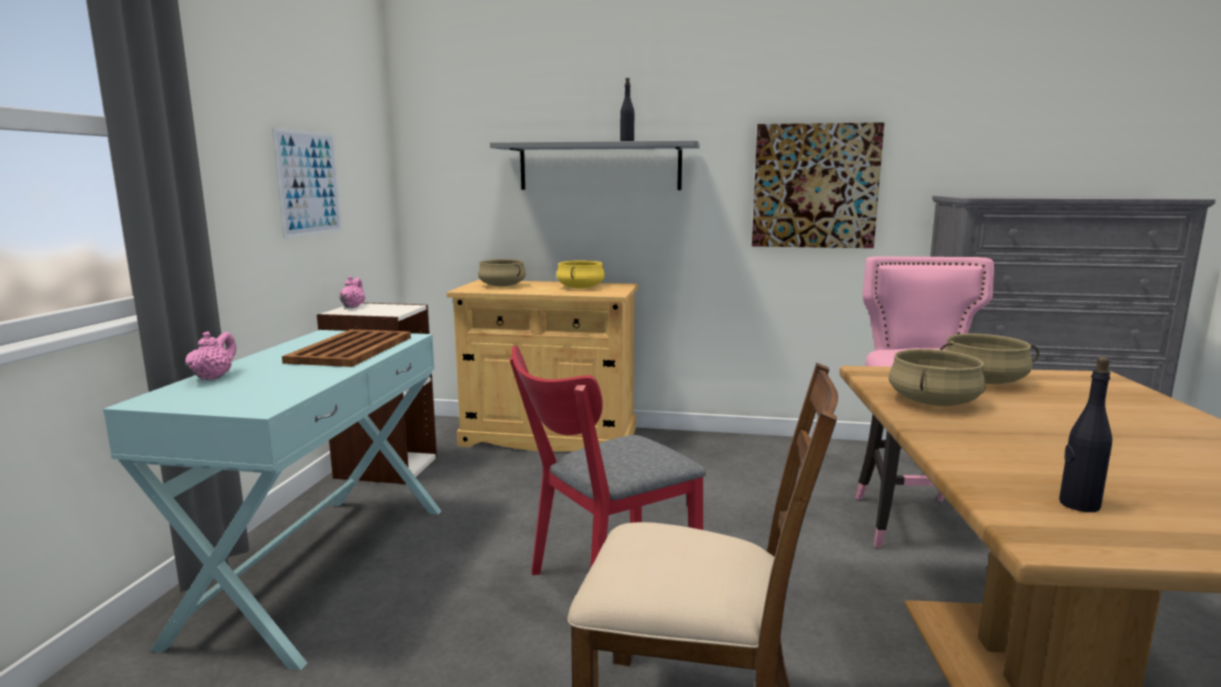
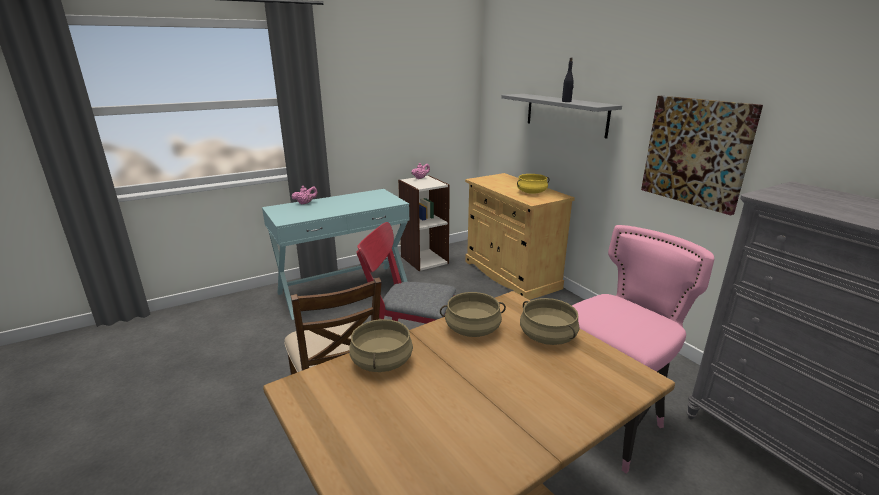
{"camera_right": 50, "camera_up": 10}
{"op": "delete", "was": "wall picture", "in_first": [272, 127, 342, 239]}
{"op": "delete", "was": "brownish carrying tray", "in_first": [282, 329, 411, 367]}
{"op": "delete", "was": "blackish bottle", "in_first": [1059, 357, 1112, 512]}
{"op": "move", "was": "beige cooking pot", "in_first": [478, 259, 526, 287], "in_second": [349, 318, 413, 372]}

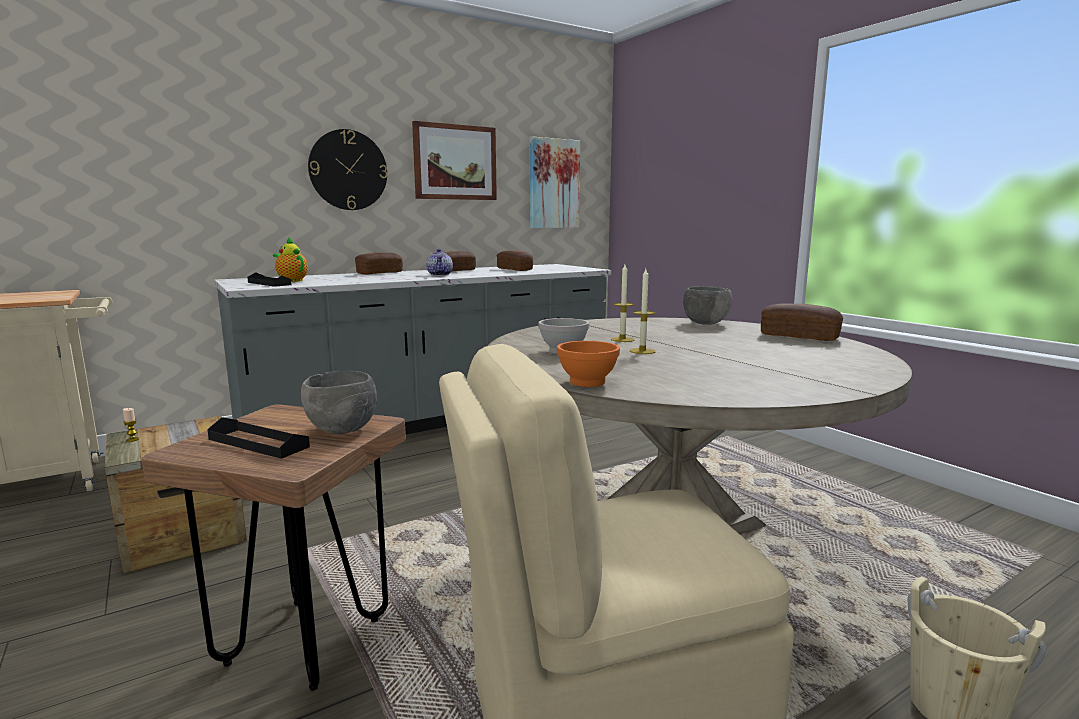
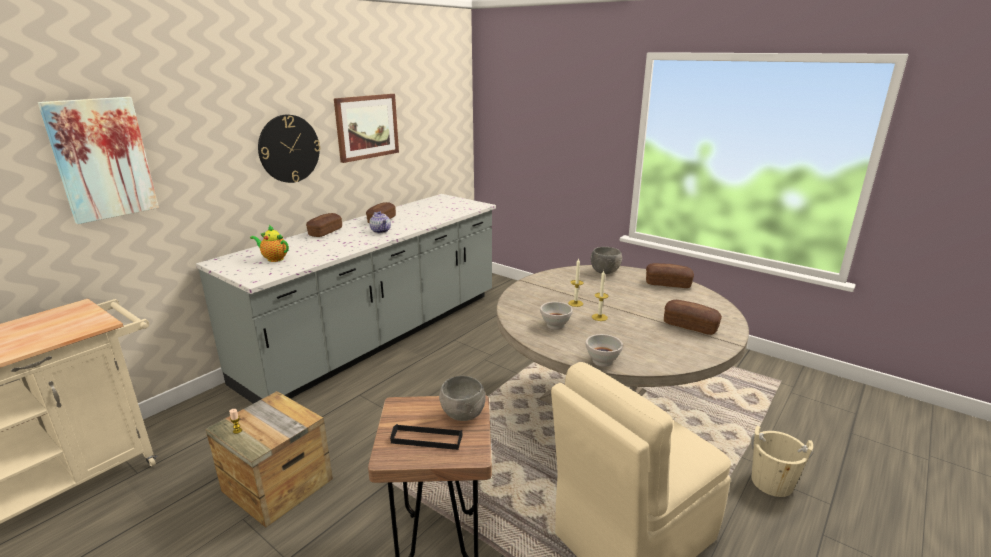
{"camera_right": -20, "camera_up": 10}
{"op": "delete", "was": "blackish carrying tray", "in_first": [247, 272, 292, 287]}
{"op": "move", "was": "bakery bread", "in_first": [497, 250, 533, 271], "in_second": [664, 300, 722, 335]}
{"op": "move", "was": "wall picture", "in_first": [530, 136, 580, 228], "in_second": [38, 97, 159, 224]}
{"op": "recolor", "was": "orange-coloured bowl", "now": "white bowl", "in_first": [557, 341, 620, 387], "in_second": [586, 334, 623, 367]}

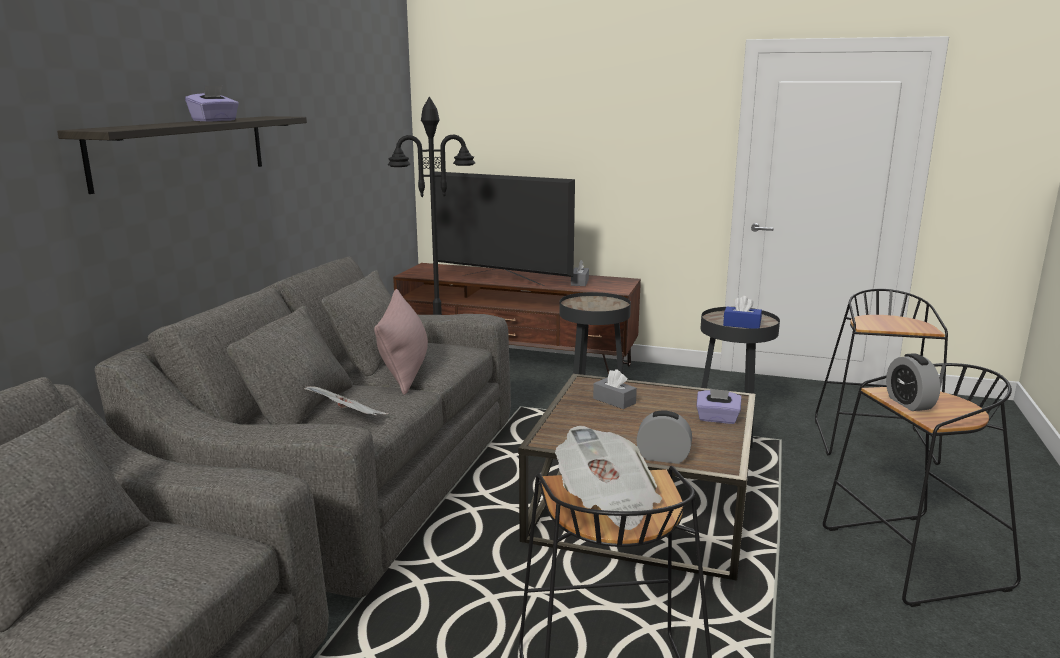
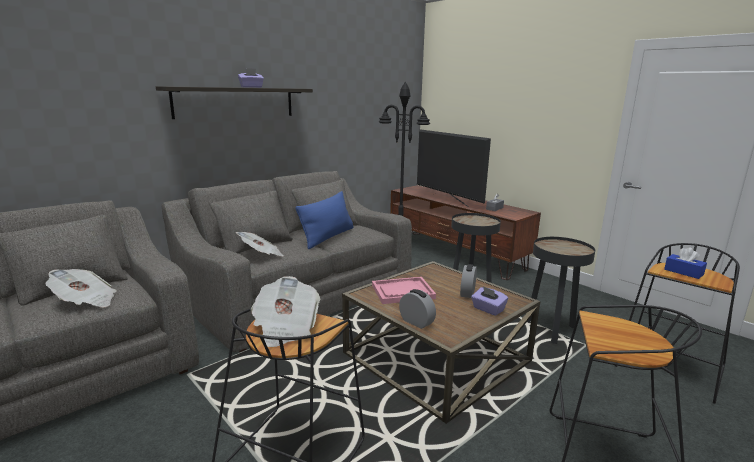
{"camera_right": 30, "camera_up": 0}
{"op": "delete", "was": "gray box of tissues", "in_first": [593, 369, 637, 409]}
{"op": "insert", "now": "printed paper", "in_second": [45, 269, 117, 307]}
{"op": "insert", "now": "pink carrying tray", "in_second": [372, 277, 436, 304]}
{"op": "move", "was": "bluish box of tissues", "in_first": [723, 296, 762, 329], "in_second": [664, 248, 707, 279]}
{"op": "move", "was": "table clock", "in_first": [886, 353, 940, 411], "in_second": [460, 264, 477, 298]}
{"op": "recolor", "was": "pink pillow", "now": "bluish pillow", "in_first": [374, 289, 428, 395], "in_second": [295, 191, 354, 249]}

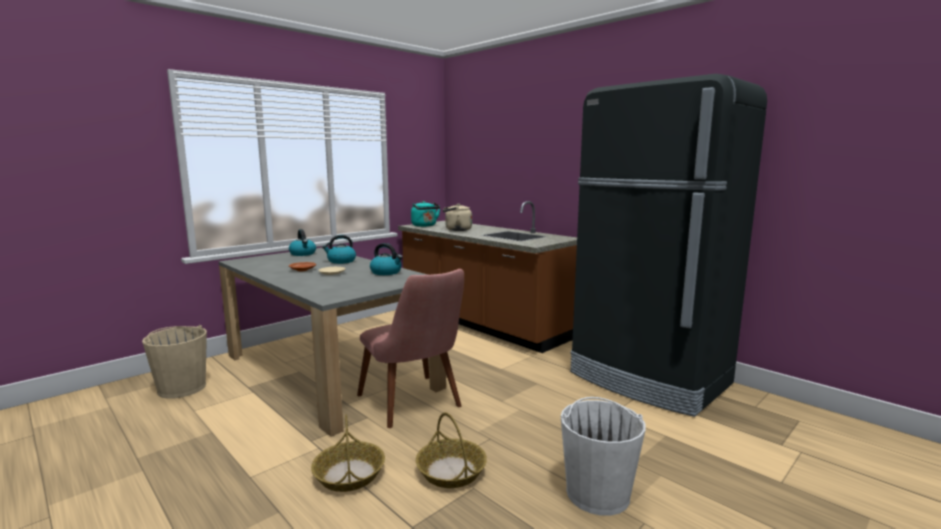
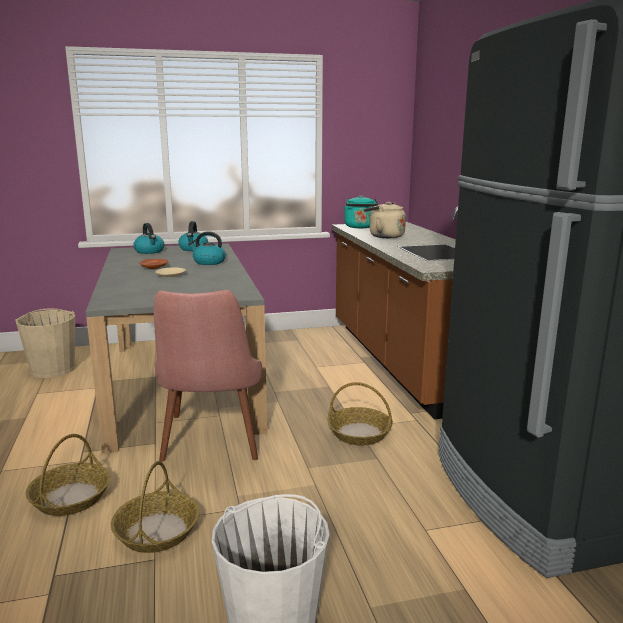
{"camera_right": 30, "camera_up": 5}
{"op": "insert", "now": "basket", "in_second": [328, 382, 393, 446]}
{"op": "move", "was": "water kettle", "in_first": [370, 243, 402, 275], "in_second": [133, 223, 164, 254]}

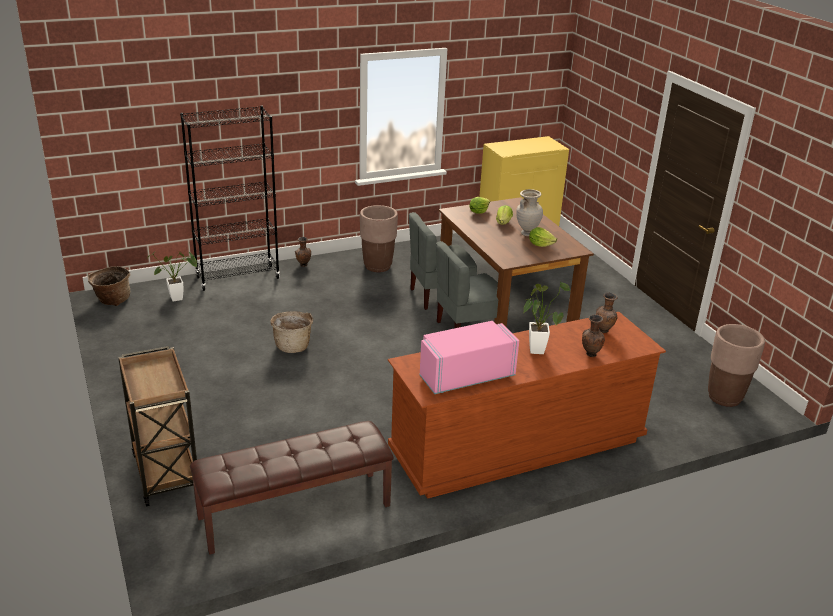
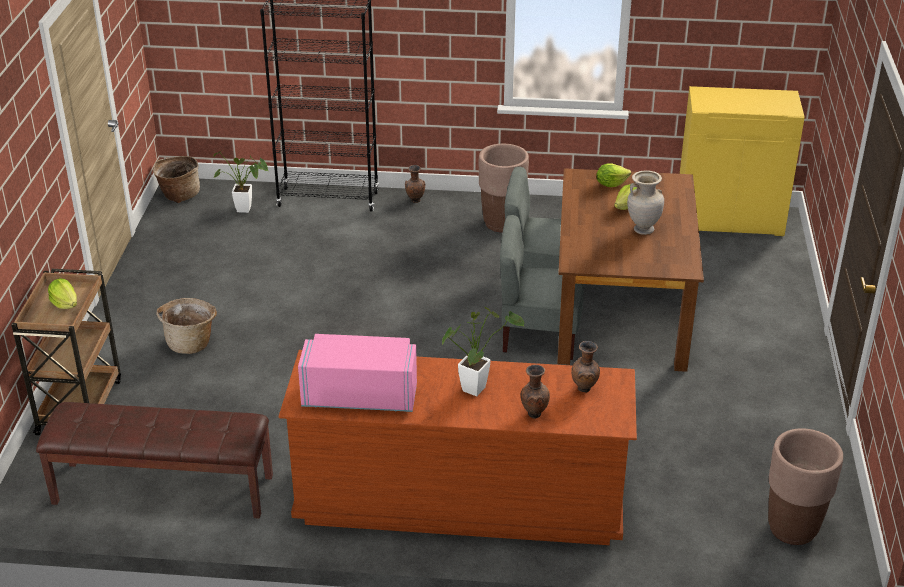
{"camera_right": 30, "camera_up": 5}
{"op": "move", "was": "basket", "in_first": [270, 311, 313, 353], "in_second": [156, 298, 217, 354]}
{"op": "move", "was": "lettuce", "in_first": [529, 227, 557, 247], "in_second": [48, 278, 77, 309]}

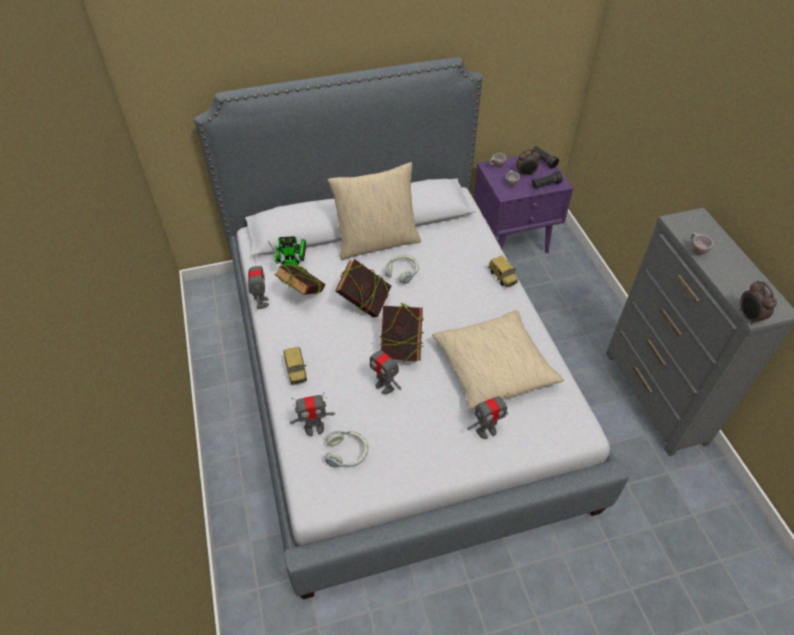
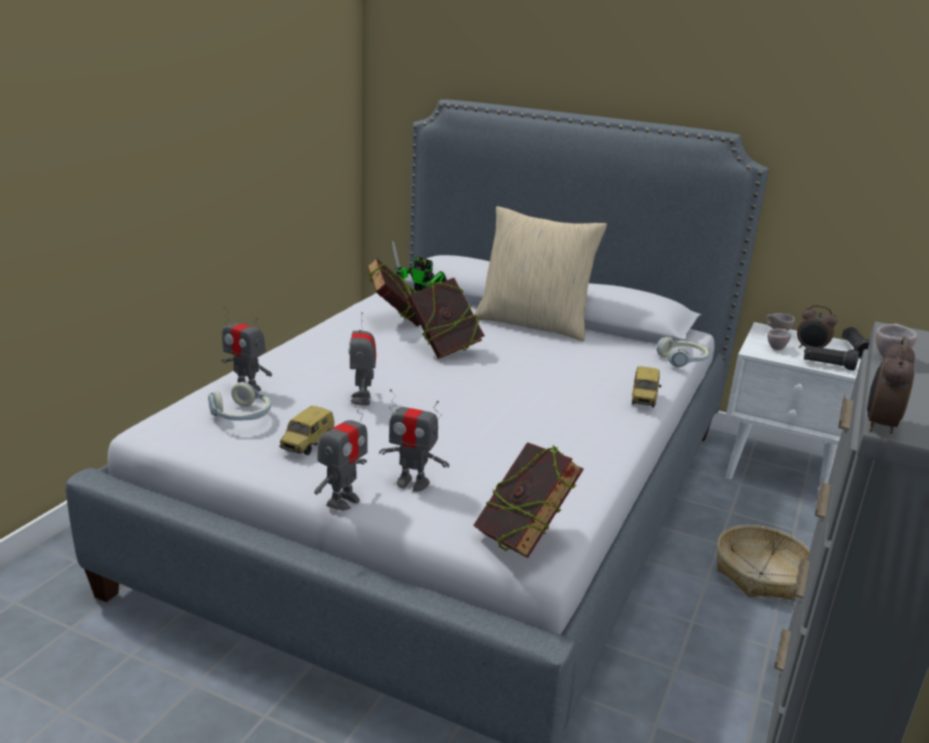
{"camera_right": 40, "camera_up": -25}
{"op": "delete", "was": "beige pillow", "in_first": [432, 310, 564, 411]}
{"op": "insert", "now": "basket", "in_second": [717, 525, 810, 600]}
{"op": "move", "was": "toy robot", "in_first": [248, 257, 269, 309], "in_second": [314, 402, 367, 511]}
{"op": "move", "was": "model car", "in_first": [284, 347, 307, 384], "in_second": [279, 406, 334, 455]}
{"op": "move", "was": "bound book", "in_first": [380, 303, 424, 362], "in_second": [473, 442, 584, 558]}
{"op": "move", "was": "pair of headphones", "in_first": [385, 255, 419, 284], "in_second": [656, 337, 710, 368]}
{"op": "recolor", "was": "purple-coloured bedside table", "now": "white bedside table", "in_first": [474, 151, 573, 253], "in_second": [726, 322, 861, 490]}

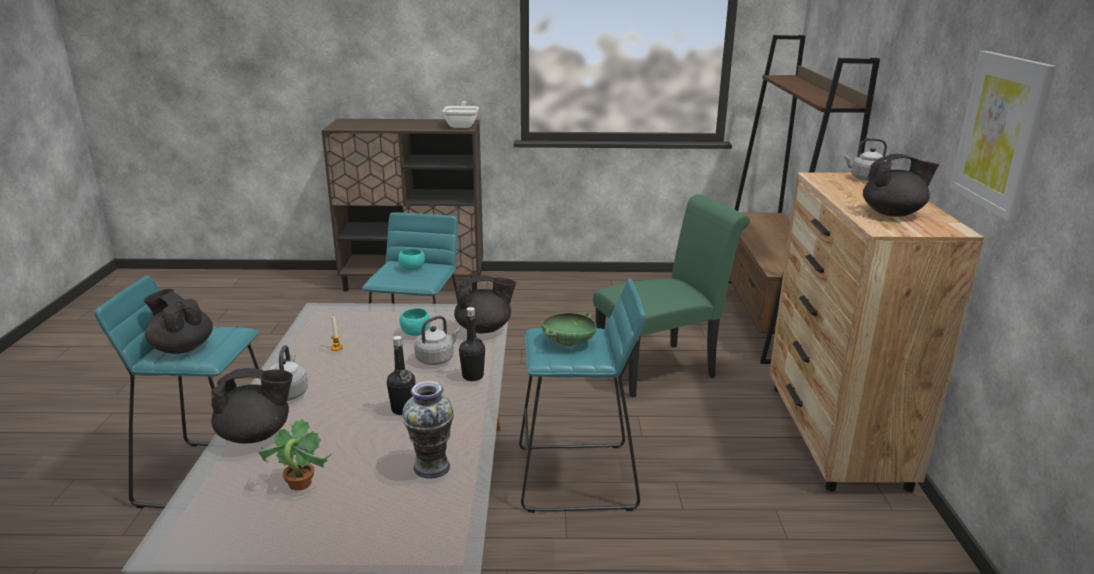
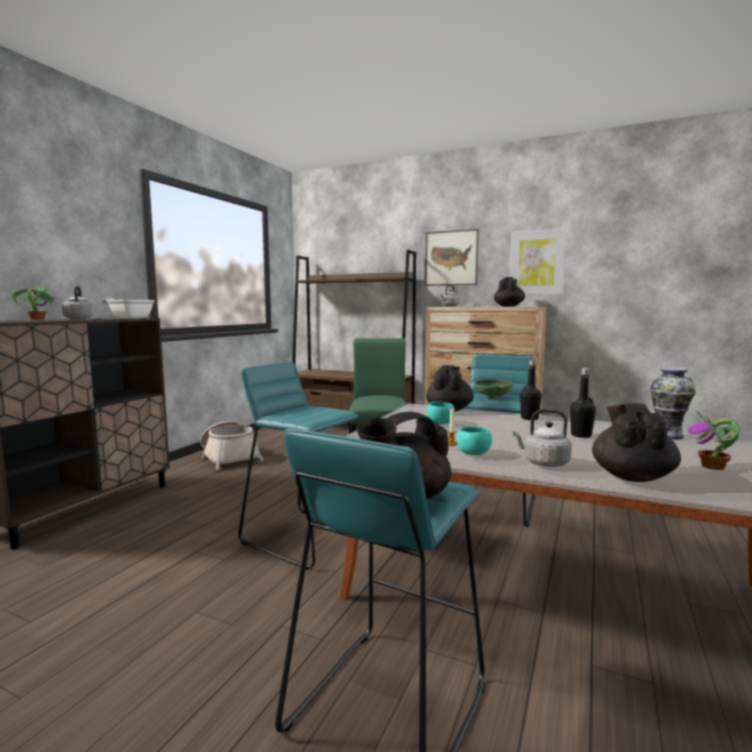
{"camera_right": -65, "camera_up": -15}
{"op": "insert", "now": "plant in a pot", "in_second": [12, 285, 58, 320]}
{"op": "insert", "now": "basket", "in_second": [200, 421, 263, 470]}
{"op": "insert", "now": "wall picture", "in_second": [425, 229, 479, 286]}
{"op": "move", "was": "blue-green bowl", "in_first": [398, 248, 425, 270], "in_second": [457, 427, 492, 455]}
{"op": "move", "was": "gray water kettle", "in_first": [414, 316, 460, 365], "in_second": [62, 286, 93, 319]}

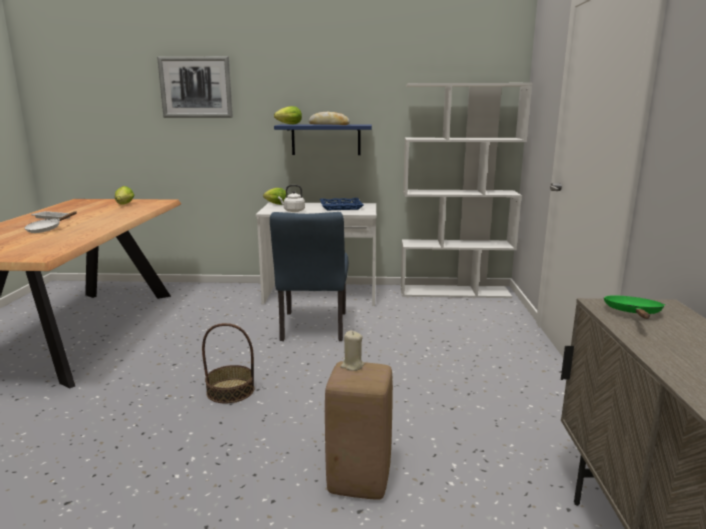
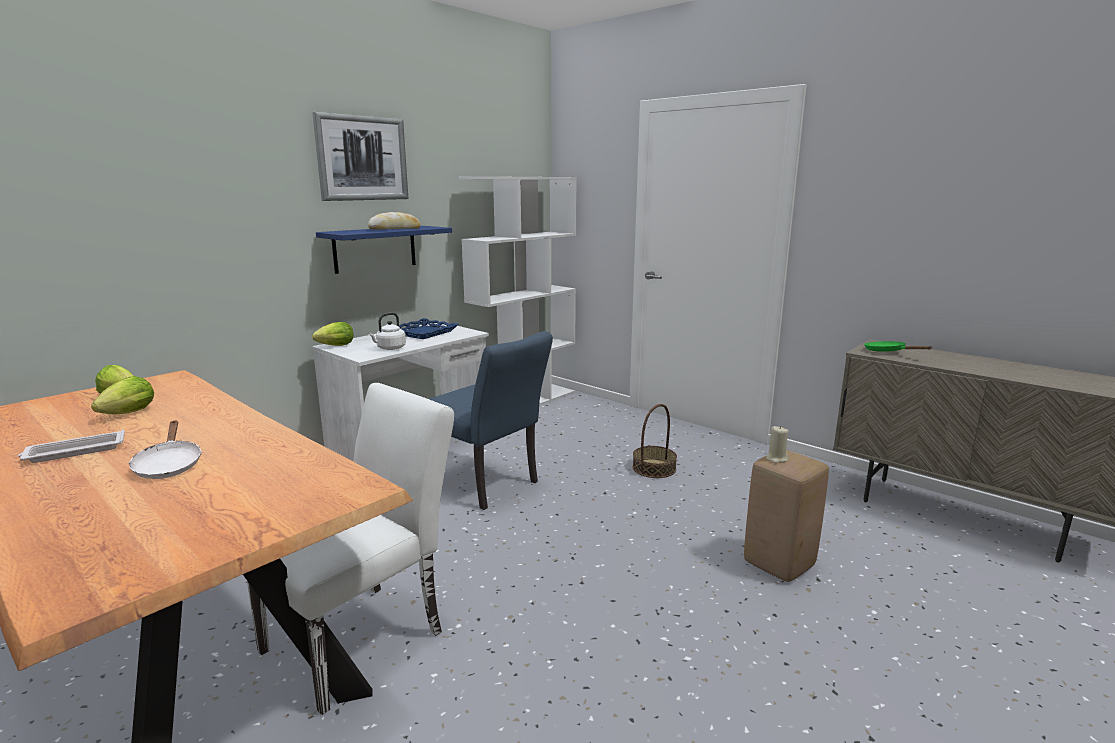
{"camera_right": -50, "camera_up": 0}
{"op": "insert", "now": "white chair", "in_second": [247, 383, 454, 715]}
{"op": "move", "was": "wall picture", "in_first": [157, 56, 233, 118], "in_second": [312, 112, 408, 201]}
{"op": "move", "was": "basket", "in_first": [202, 323, 254, 403], "in_second": [632, 404, 677, 478]}
{"op": "move", "was": "lettuce", "in_first": [274, 106, 302, 124], "in_second": [91, 376, 154, 414]}

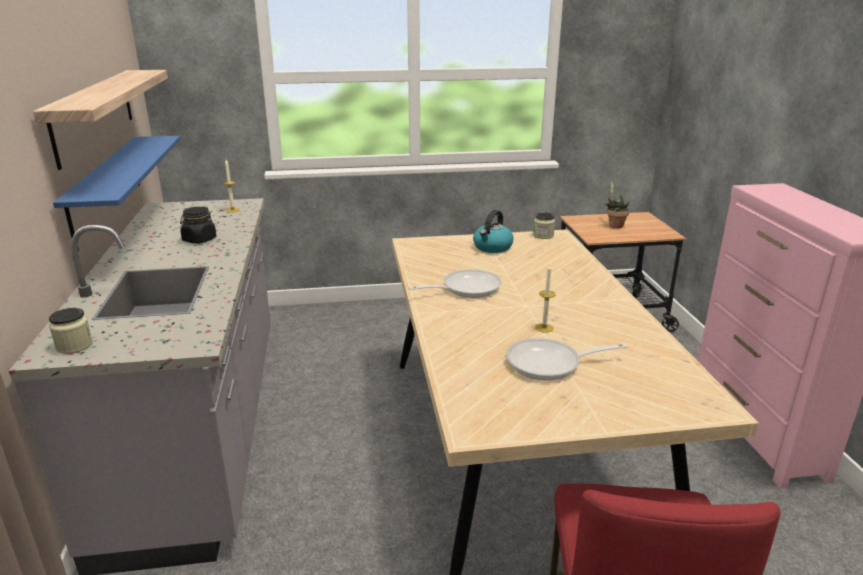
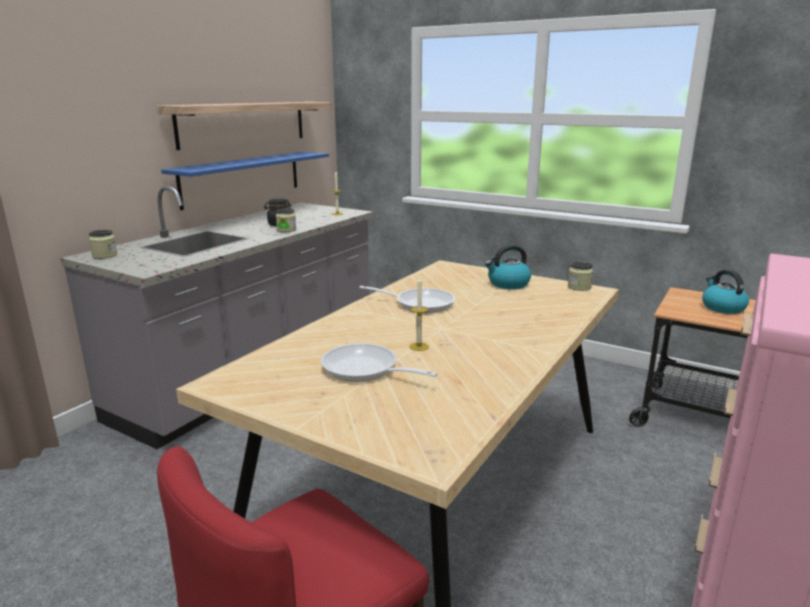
{"camera_right": 40, "camera_up": -5}
{"op": "insert", "now": "storage jar", "in_second": [276, 208, 296, 232]}
{"op": "replace", "was": "plant in a pot", "now": "water kettle", "in_first": [604, 181, 631, 228], "in_second": [702, 270, 749, 314]}

